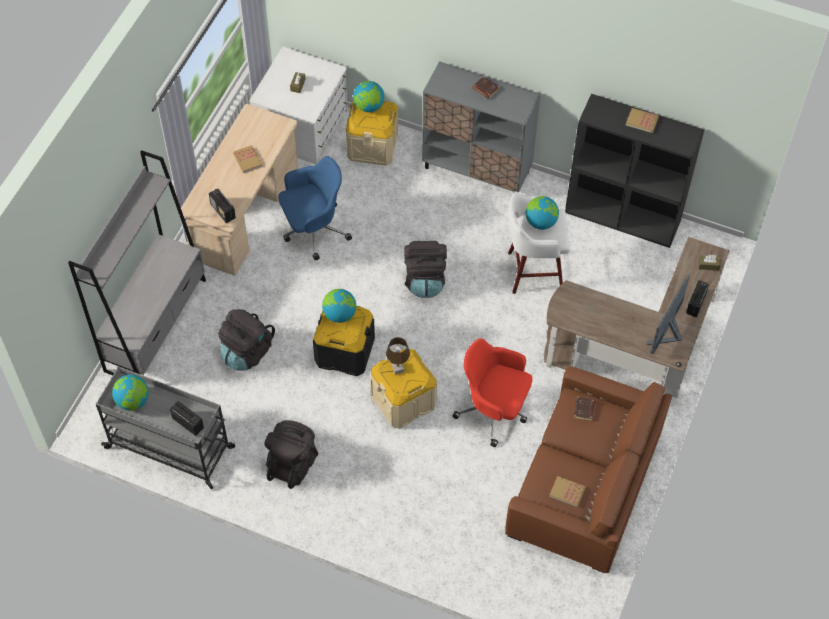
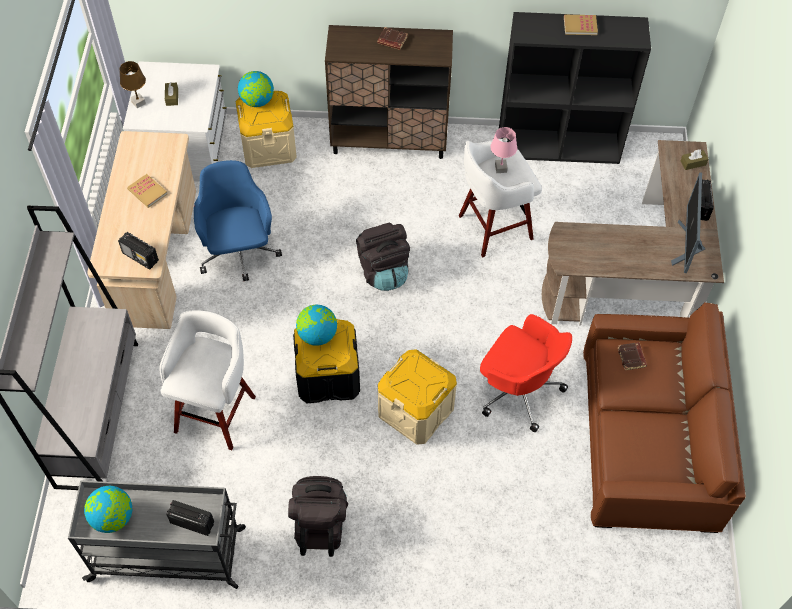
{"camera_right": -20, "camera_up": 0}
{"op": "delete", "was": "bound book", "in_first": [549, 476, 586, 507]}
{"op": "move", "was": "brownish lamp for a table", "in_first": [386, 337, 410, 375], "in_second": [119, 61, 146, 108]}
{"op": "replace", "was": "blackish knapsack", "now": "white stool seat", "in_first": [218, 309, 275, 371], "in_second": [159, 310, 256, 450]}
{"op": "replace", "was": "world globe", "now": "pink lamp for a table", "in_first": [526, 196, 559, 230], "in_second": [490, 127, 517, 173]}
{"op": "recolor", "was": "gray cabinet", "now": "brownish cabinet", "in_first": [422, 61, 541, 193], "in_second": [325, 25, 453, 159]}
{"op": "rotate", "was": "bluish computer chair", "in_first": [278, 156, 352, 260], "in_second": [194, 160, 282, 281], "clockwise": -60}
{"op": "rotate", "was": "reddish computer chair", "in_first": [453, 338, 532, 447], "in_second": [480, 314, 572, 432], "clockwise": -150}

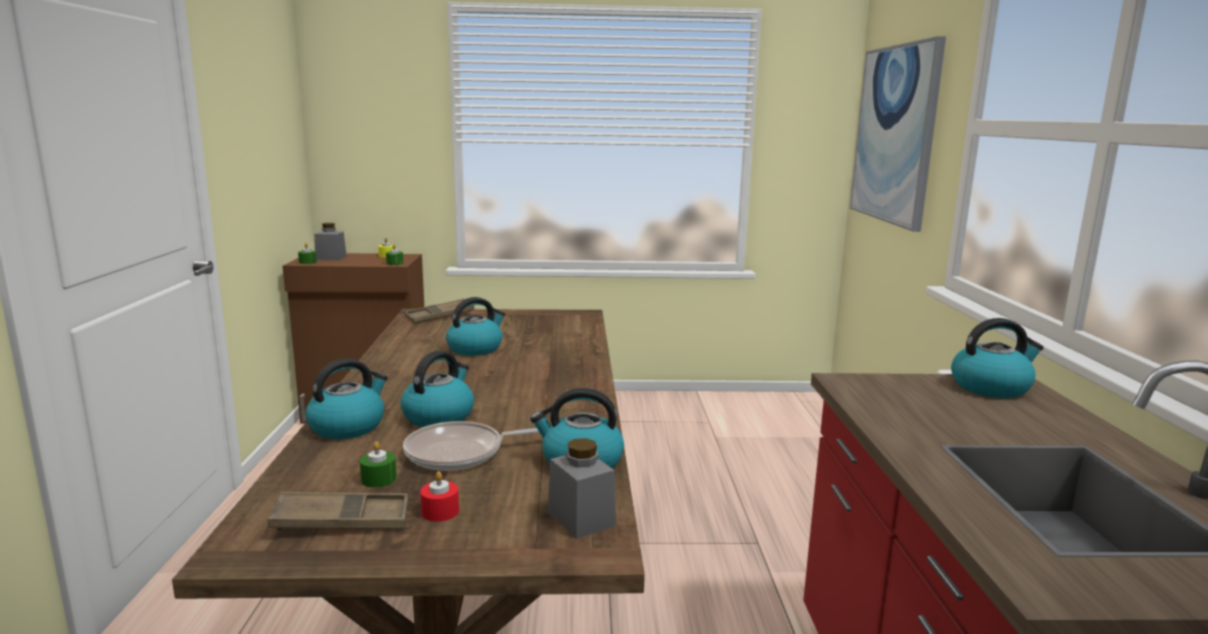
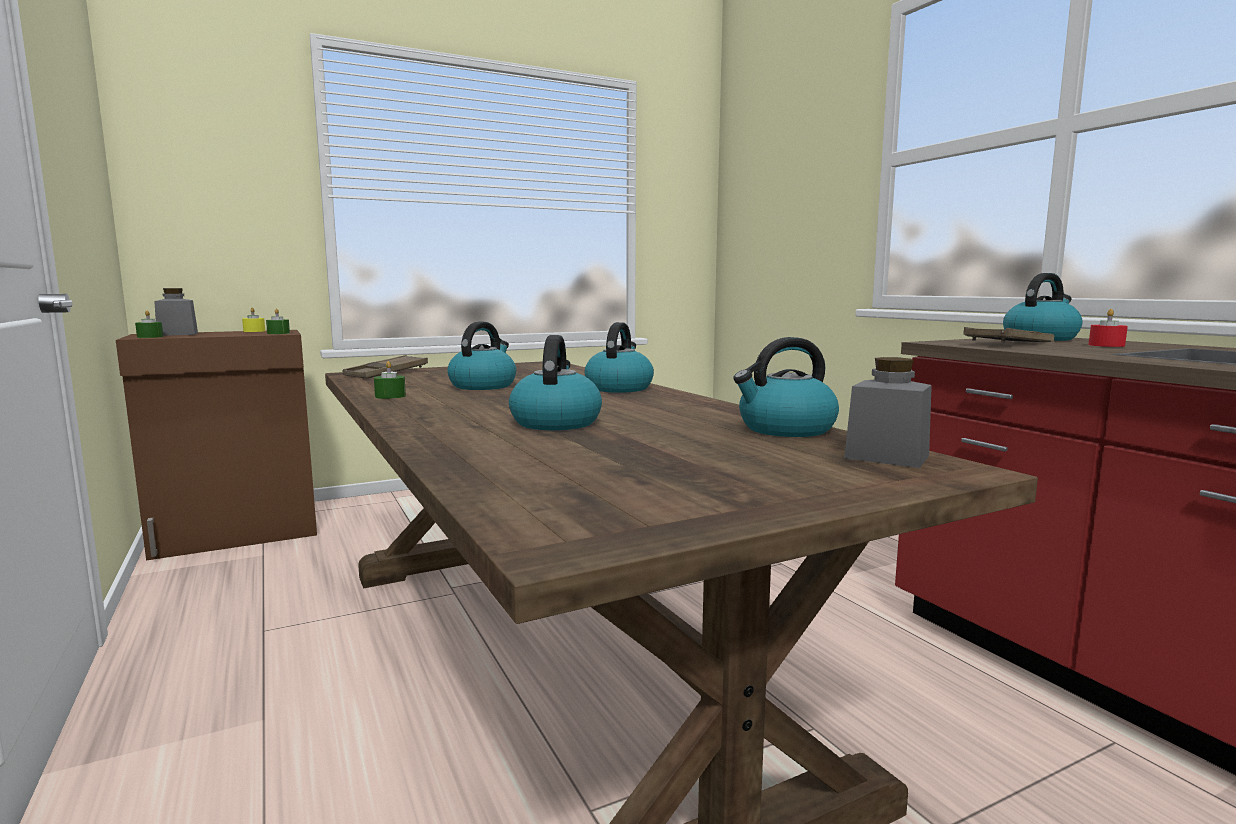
{"camera_right": -25, "camera_up": -5}
{"op": "delete", "was": "pan", "in_first": [403, 421, 539, 471]}
{"op": "delete", "was": "wall picture", "in_first": [850, 36, 946, 232]}
{"op": "move", "was": "brownish carrying tray", "in_first": [268, 492, 409, 531], "in_second": [963, 327, 1054, 342]}
{"op": "move", "was": "water kettle", "in_first": [305, 359, 388, 439], "in_second": [585, 322, 654, 393]}
{"op": "move", "was": "greenish candle", "in_first": [360, 441, 397, 488], "in_second": [374, 361, 406, 399]}
{"op": "move", "was": "reddish candle", "in_first": [420, 471, 459, 522], "in_second": [1088, 309, 1128, 347]}

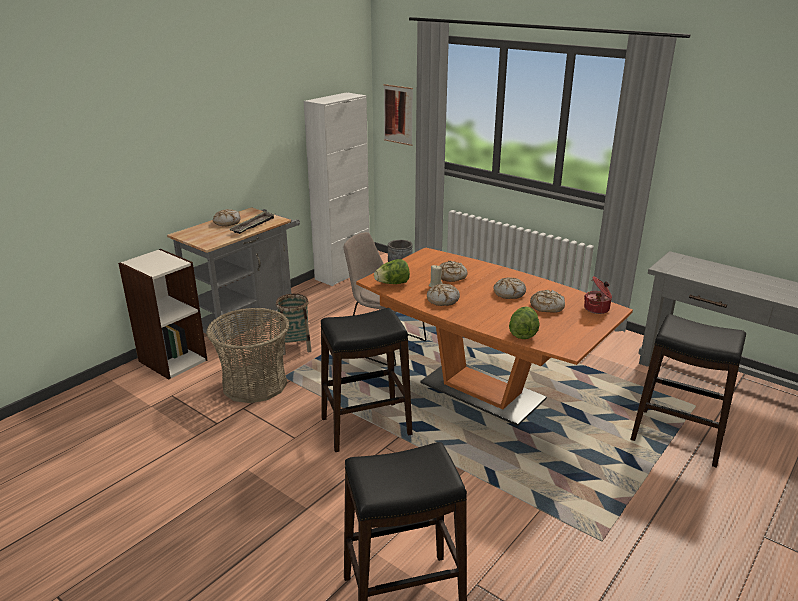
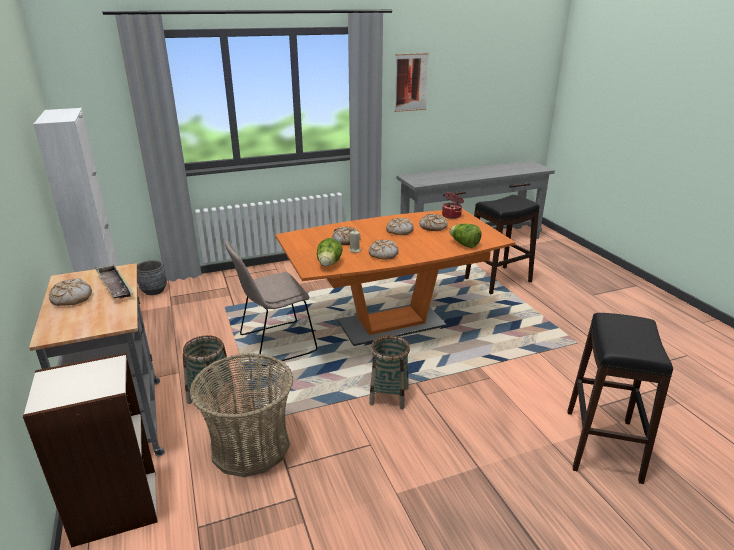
{"camera_right": -60, "camera_up": 0}
{"op": "move", "was": "wall picture", "in_first": [383, 84, 413, 146], "in_second": [394, 53, 429, 112]}
{"op": "replace", "was": "blackish stool seat", "now": "basket", "in_first": [321, 308, 413, 452], "in_second": [369, 335, 410, 409]}

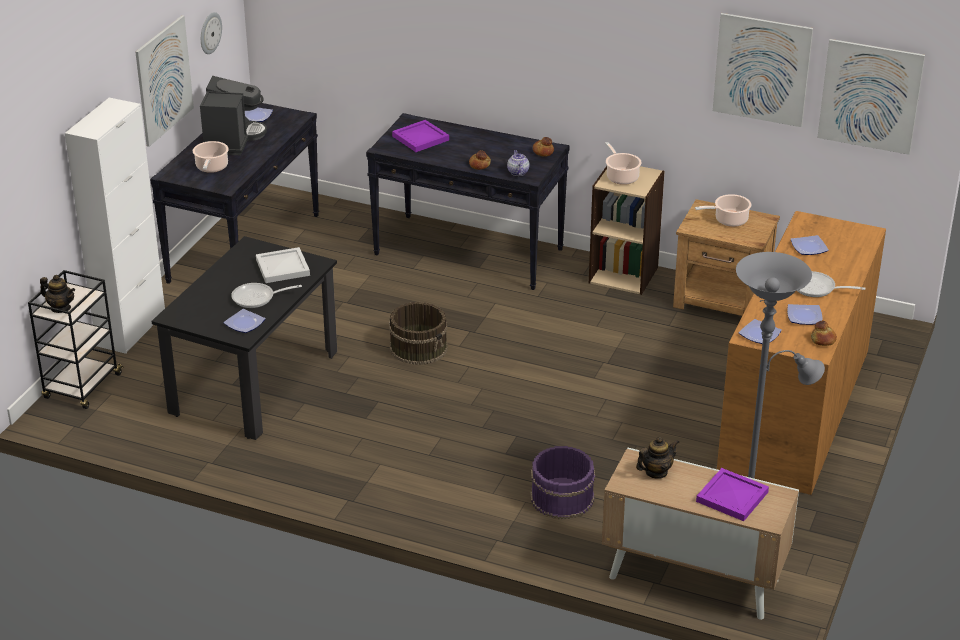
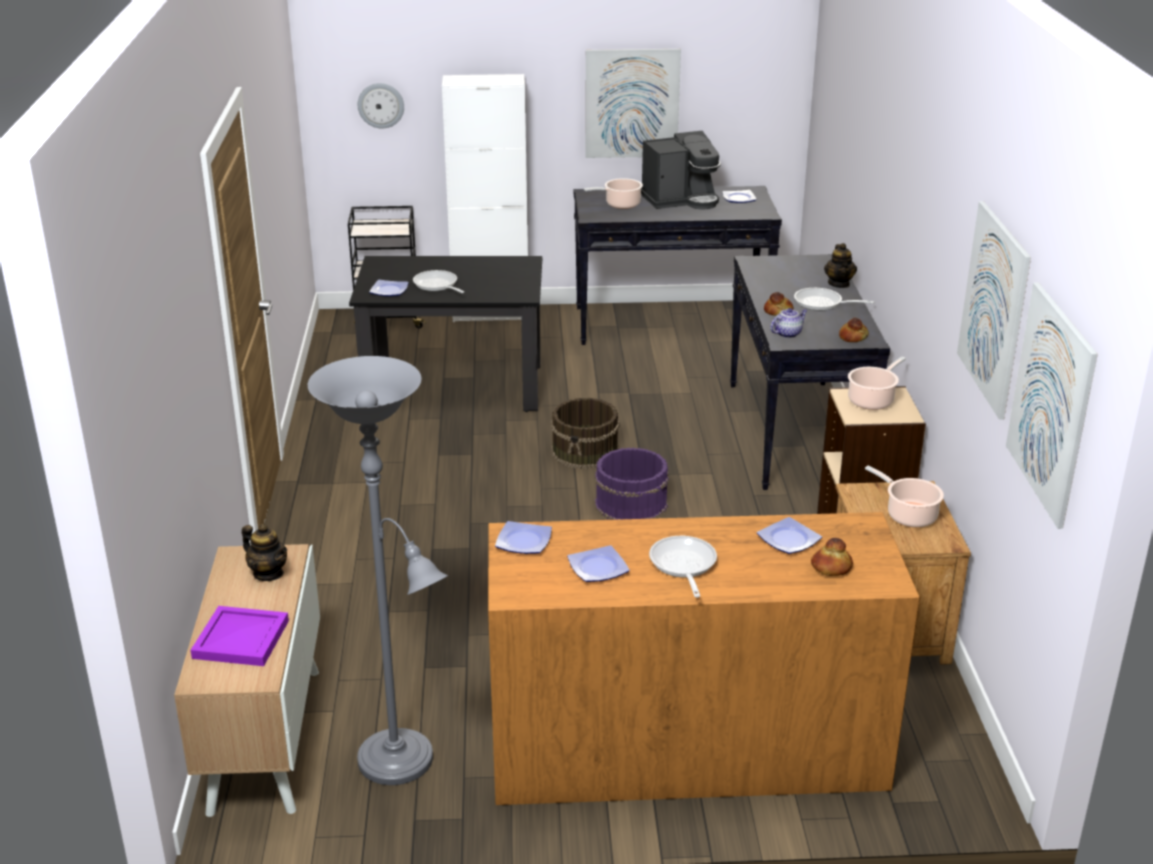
{"camera_right": 65, "camera_up": -5}
{"op": "delete", "was": "white carrying tray", "in_first": [256, 247, 310, 283]}
{"op": "delete", "was": "purple-coloured carrying tray", "in_first": [392, 120, 449, 152]}
{"op": "insert", "now": "pan", "in_second": [794, 288, 874, 311]}
{"op": "move", "was": "teapot", "in_first": [40, 275, 75, 313], "in_second": [824, 243, 857, 288]}
{"op": "move", "was": "clock on the wall", "in_first": [201, 12, 222, 54], "in_second": [358, 83, 404, 128]}
{"op": "move", "was": "purple-coloured pail", "in_first": [530, 446, 595, 519], "in_second": [595, 448, 669, 520]}
{"op": "move", "was": "bakery bread", "in_first": [811, 320, 837, 346], "in_second": [811, 538, 853, 576]}

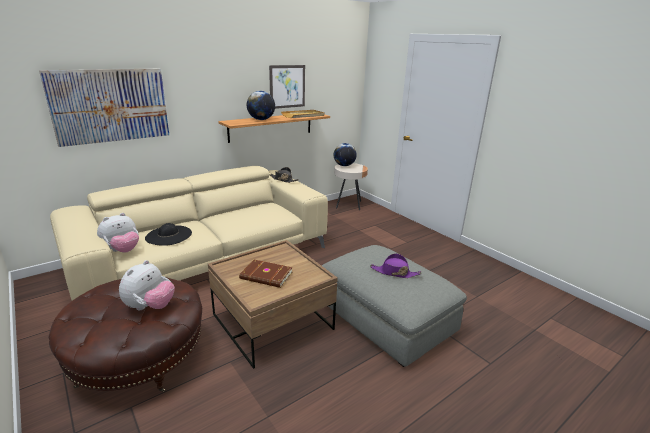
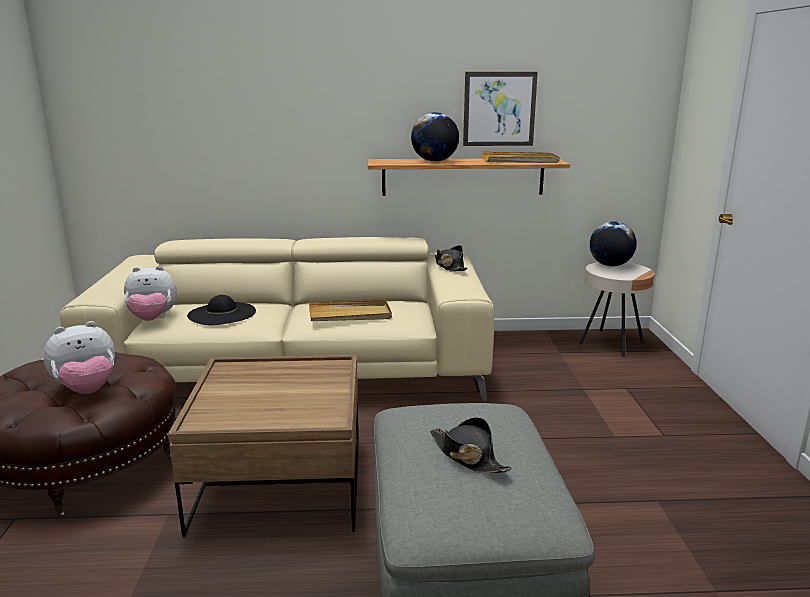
{"camera_right": 35, "camera_up": -5}
{"op": "delete", "was": "wall picture", "in_first": [39, 69, 169, 147]}
{"op": "delete", "was": "brownish bound book", "in_first": [239, 260, 293, 288]}
{"op": "insert", "now": "beige carrying tray", "in_second": [309, 300, 392, 321]}
{"op": "recolor", "was": "purple-coloured hat", "now": "blackish hat", "in_first": [370, 253, 421, 278], "in_second": [430, 417, 512, 473]}

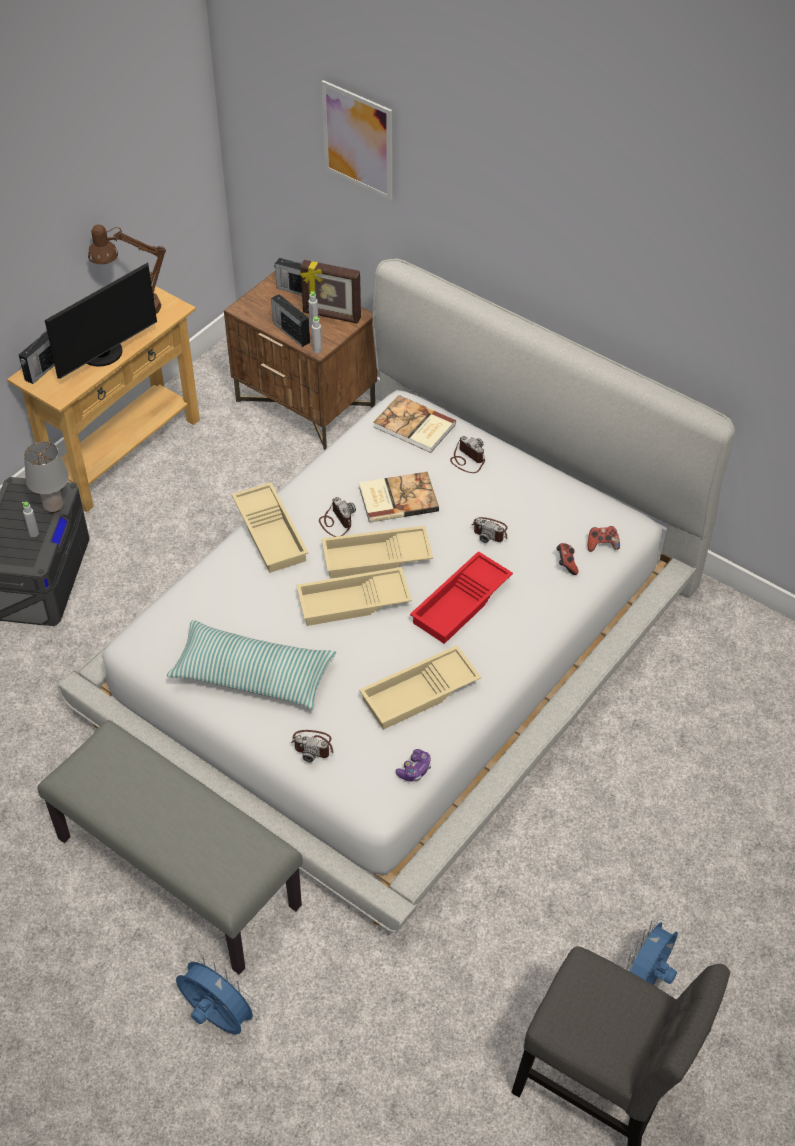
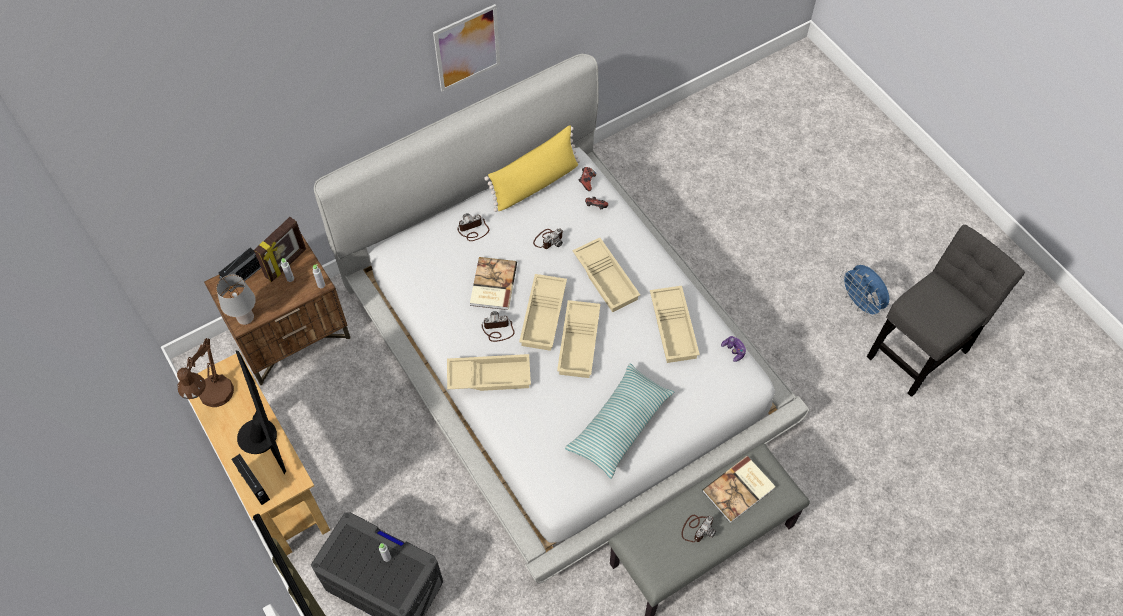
{"camera_right": -70, "camera_up": 10}
{"op": "delete", "was": "bluish cooling fan", "in_first": [176, 955, 260, 1034]}
{"op": "delete", "was": "radio set", "in_first": [271, 294, 310, 347]}
{"op": "insert", "now": "yellow pillow", "in_second": [484, 125, 580, 212]}
{"op": "move", "was": "gray lamp for a table", "in_first": [24, 441, 69, 513], "in_second": [216, 275, 256, 325]}
{"op": "move", "was": "still camera", "in_first": [292, 730, 333, 762], "in_second": [681, 515, 717, 543]}
{"op": "move", "was": "wall picture", "in_first": [321, 80, 392, 200], "in_second": [433, 4, 500, 92]}
{"op": "move", "was": "bound book", "in_first": [373, 395, 456, 453], "in_second": [702, 456, 776, 523]}
{"op": "recolor", "was": "reddish carrying tray", "now": "beige carrying tray", "in_first": [410, 551, 513, 644], "in_second": [572, 238, 640, 312]}

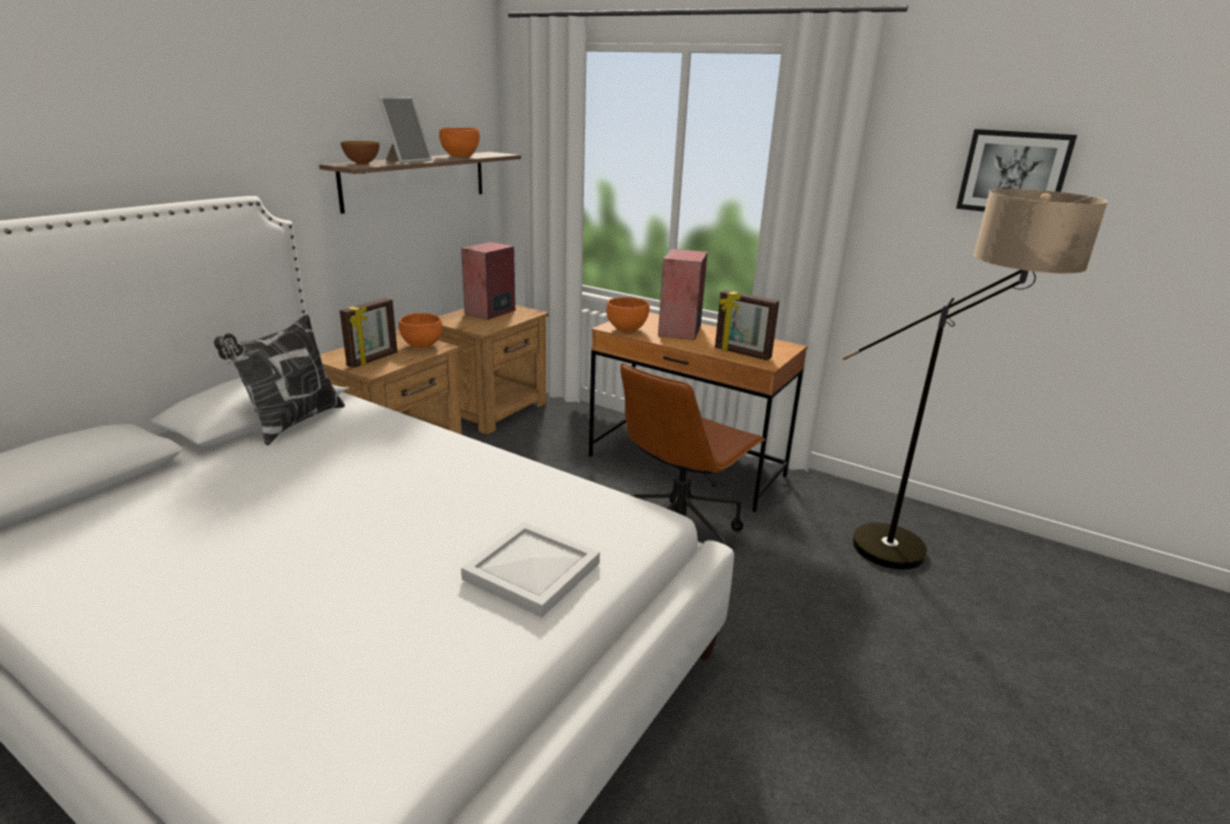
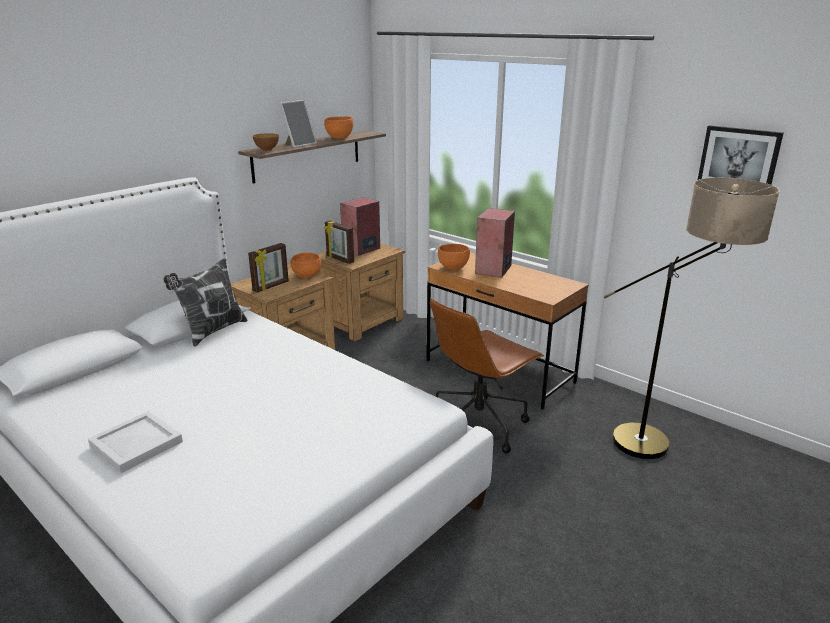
{"camera_right": 10, "camera_up": 0}
{"op": "move", "was": "white carrying tray", "in_first": [461, 522, 600, 617], "in_second": [88, 411, 183, 473]}
{"op": "move", "was": "standing frame", "in_first": [715, 290, 779, 360], "in_second": [324, 221, 354, 264]}

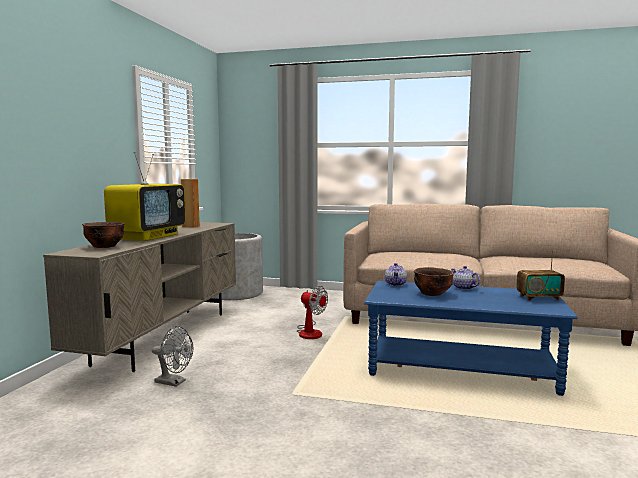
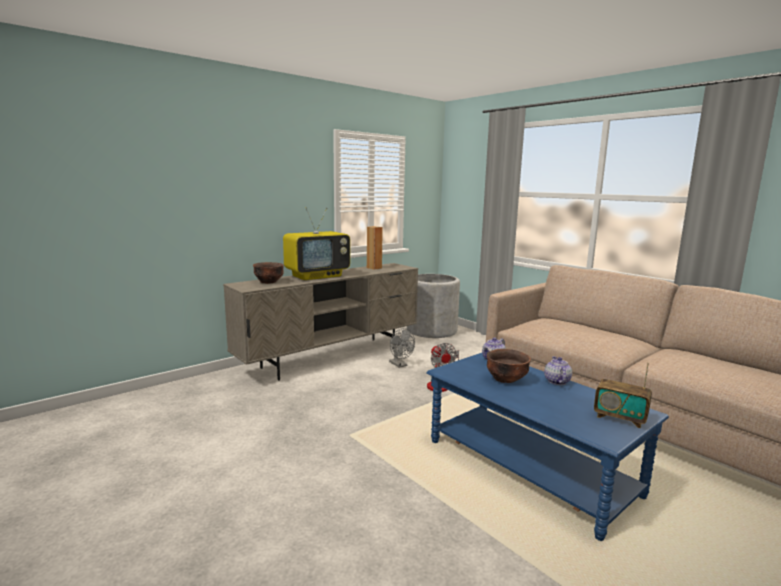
{"camera_right": 35, "camera_up": 5}
{"op": "move", "was": "gray cooling fan", "in_first": [152, 326, 193, 387], "in_second": [389, 328, 415, 368]}

